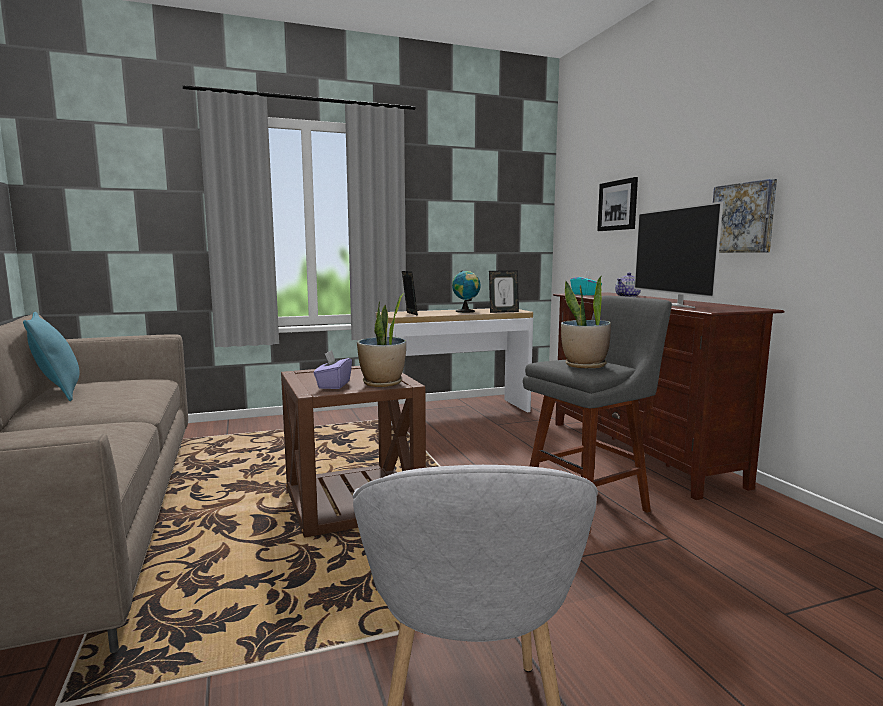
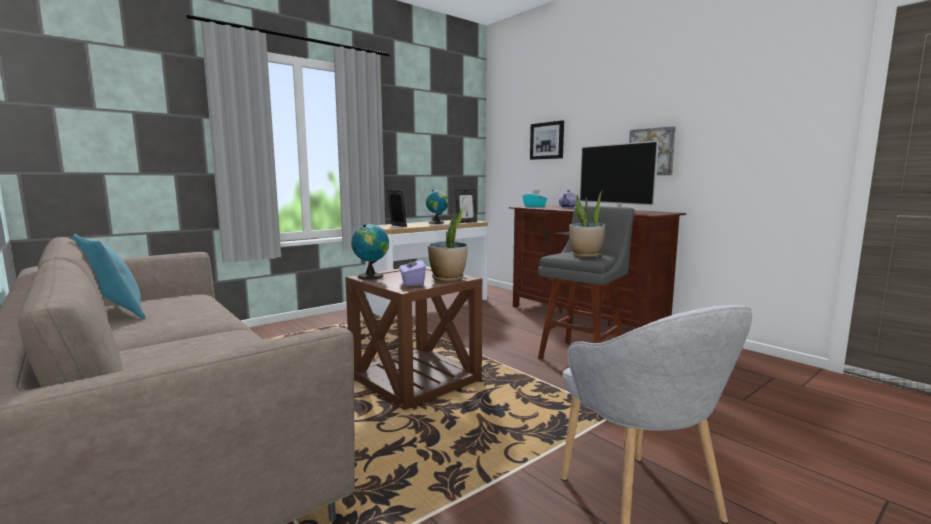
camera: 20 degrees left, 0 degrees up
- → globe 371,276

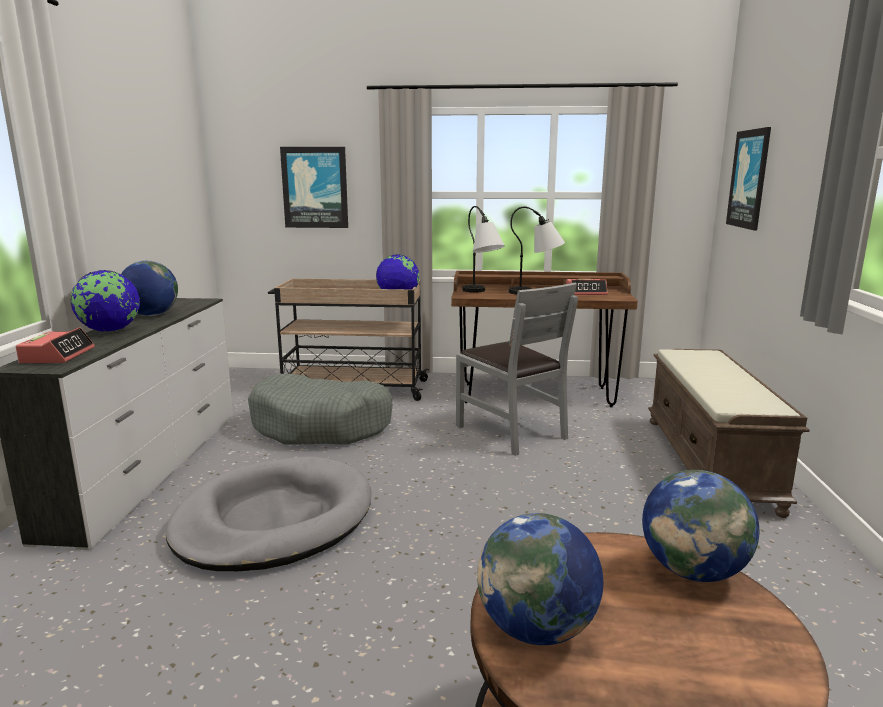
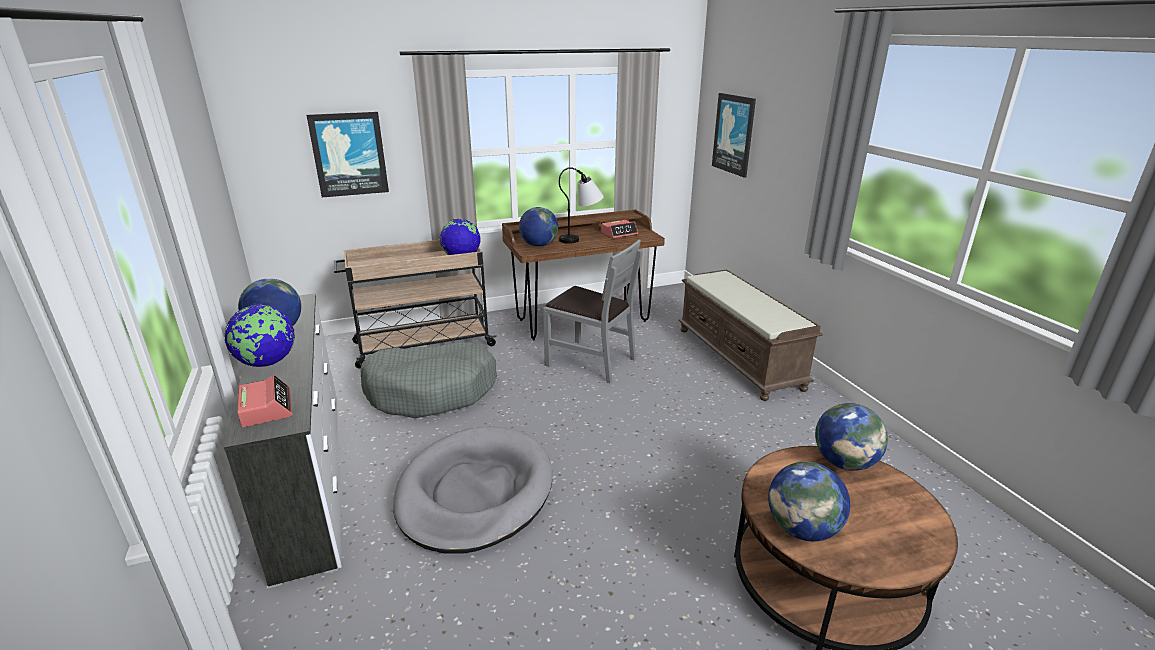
camera: 25 degrees left, 10 degrees up
tabletop lamp 481,293 → globe 539,245

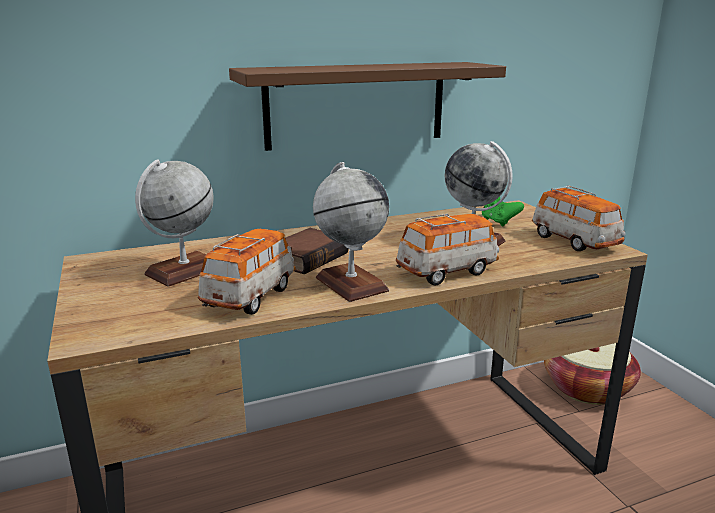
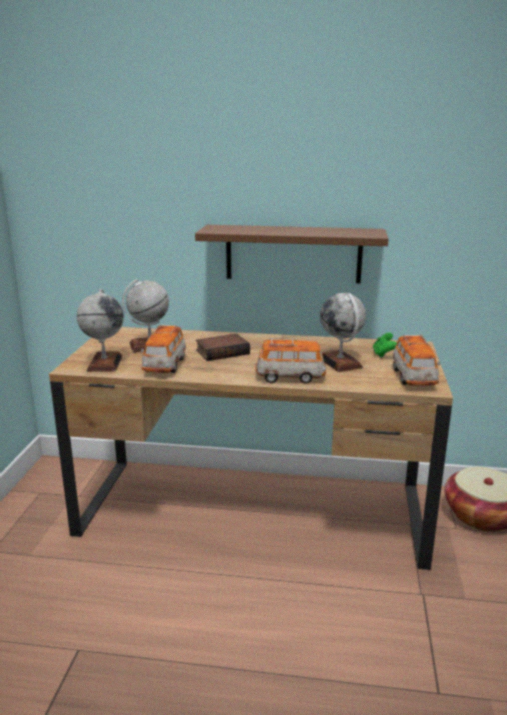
camera: 30 degrees right, 0 degrees up
globe 351,284 → globe 104,363, move
model car 250,296 → model car 165,366, 135 degrees clockwise

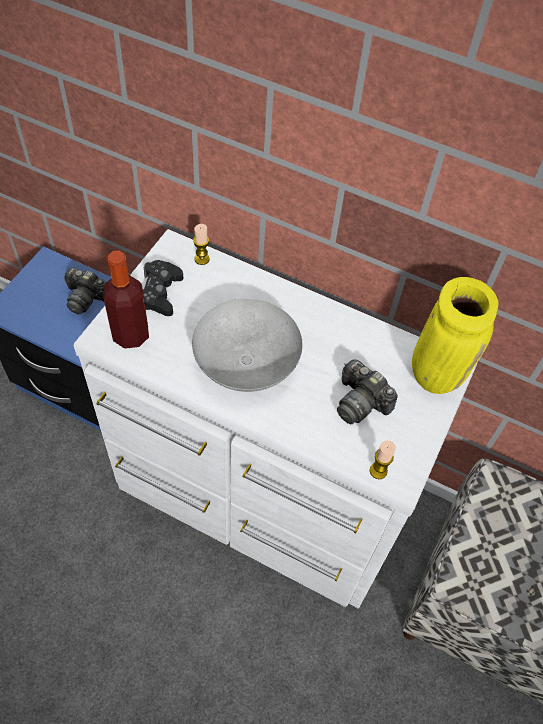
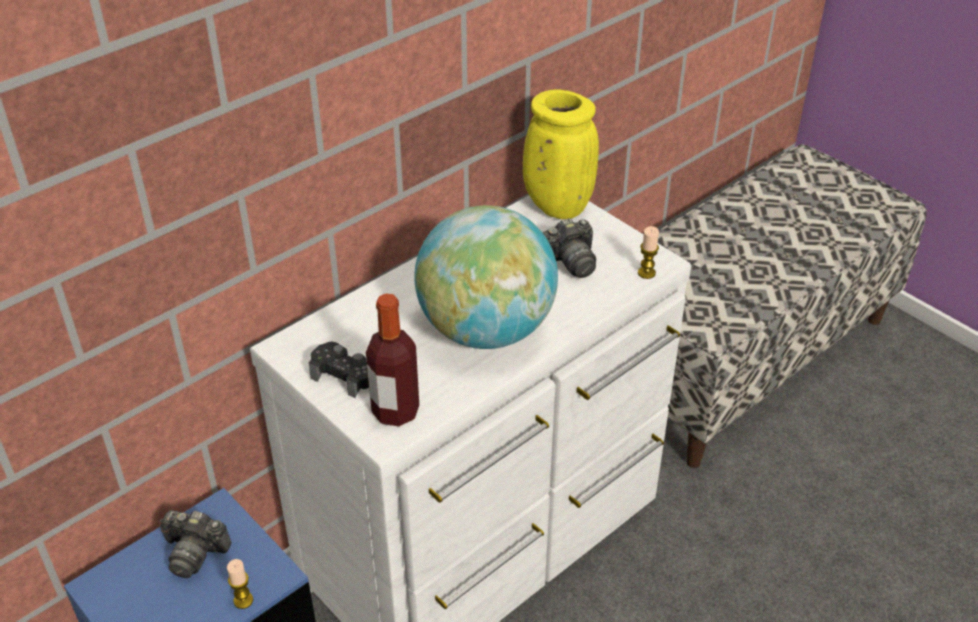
camera: 65 degrees left, 15 degrees down
wax light 202,259 → wax light 243,600, move
photo camera 86,298 → photo camera 194,552, 60 degrees clockwise
bowl (grey) 245,366 → globe 486,329

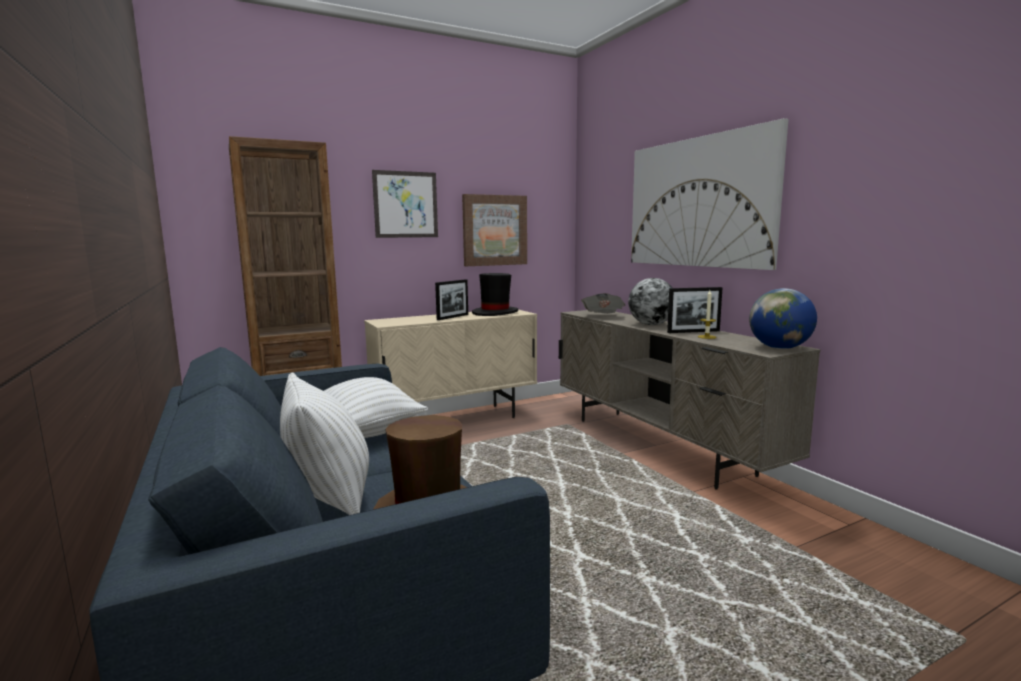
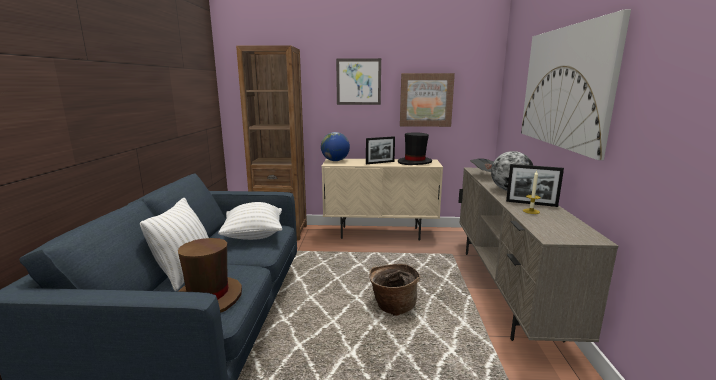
camera: 30 degrees right, 5 degrees up
globe 779,348 → globe 335,161, move
- → storage basket 393,306

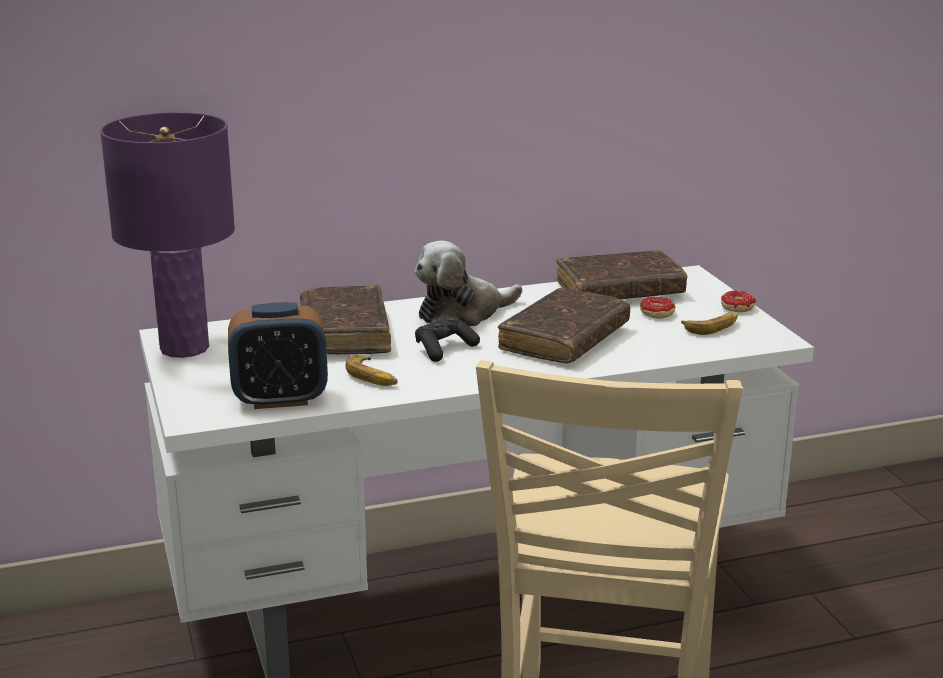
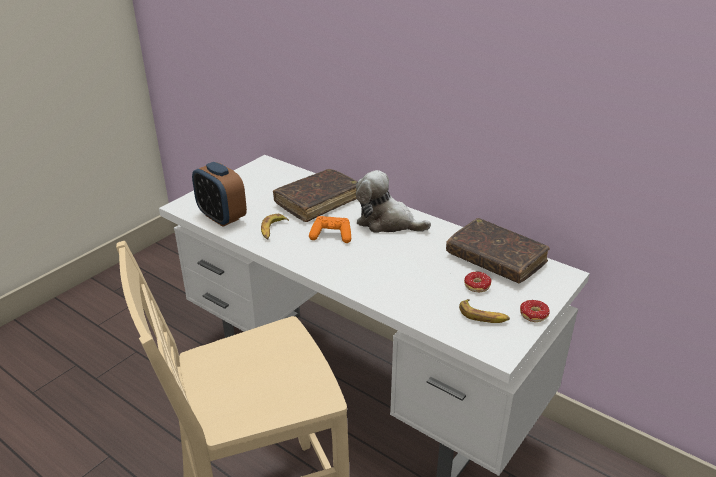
camera: 55 degrees right, 10 degrees up
tabletop lamp (purple-coloured) 185,348 → -
book (brownish) 564,339 → -
game controller (black-coloured) 444,349 → game controller (orange-coloured) 331,236

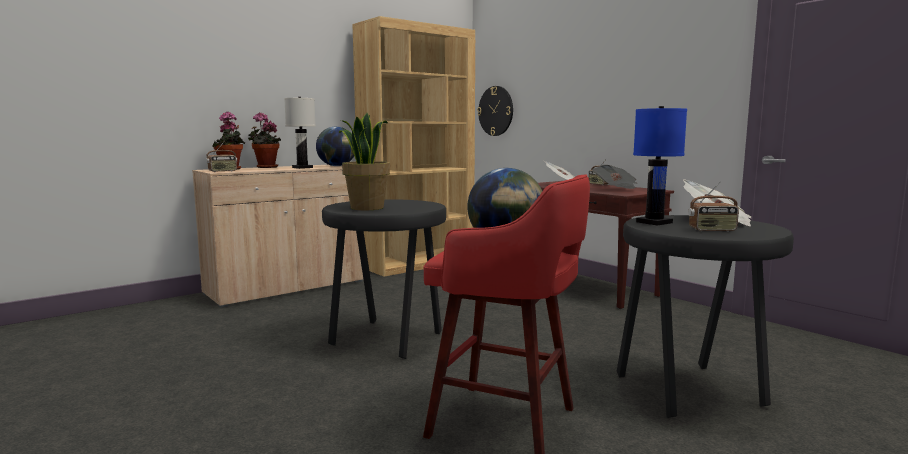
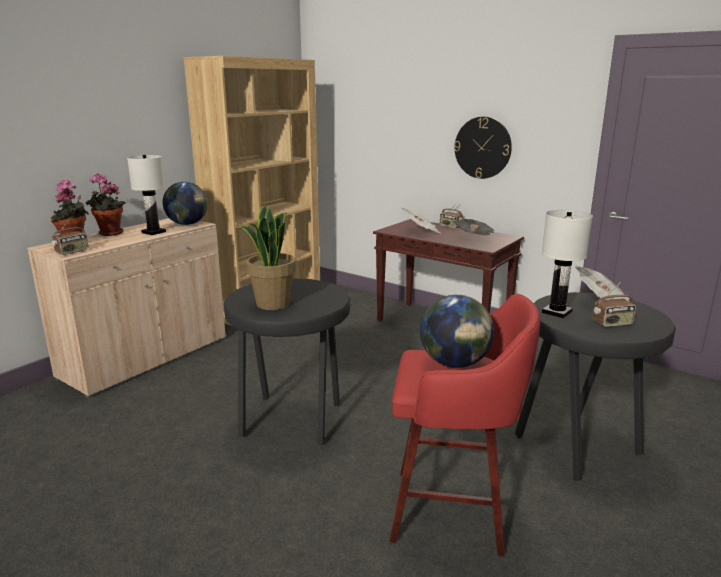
camera: 15 degrees left, 10 degrees up
clock on the wall 496,111 → clock on the wall 482,147, move
tabletop lamp (blue) 653,222 → tabletop lamp (white) 556,312

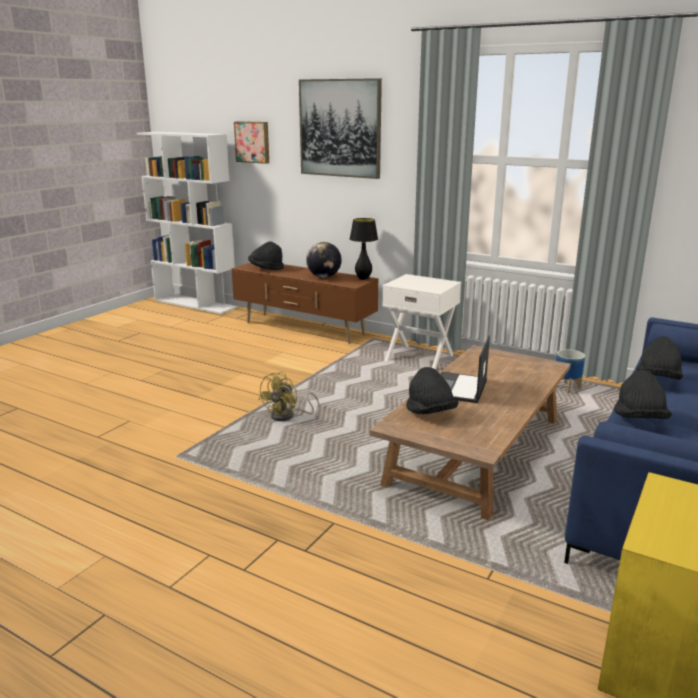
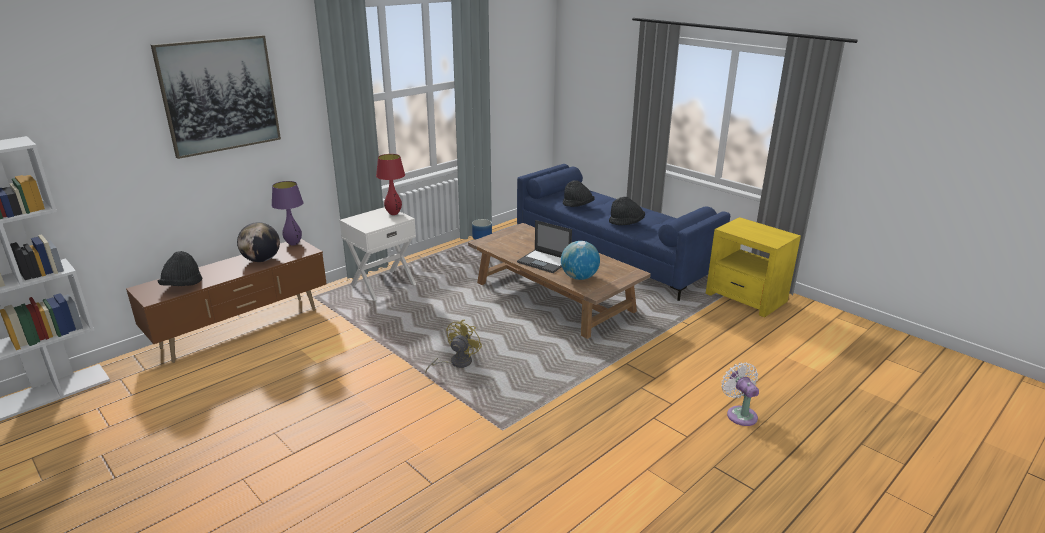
camera: 75 degrees left, 5 degrees up
wall picture 253,142 → -
tabletop lamp (black-coloured) 363,278 → tabletop lamp (purple-coloured) 293,243
wearable hat (black-coloured) 430,413 → globe 579,277
electric fan (yellowish) 287,416 → electric fan (yellowish) 456,363, 105 degrees counterclockwise
- → tabletop lamp (reddish) 393,213
- → electric fan (white) 740,414

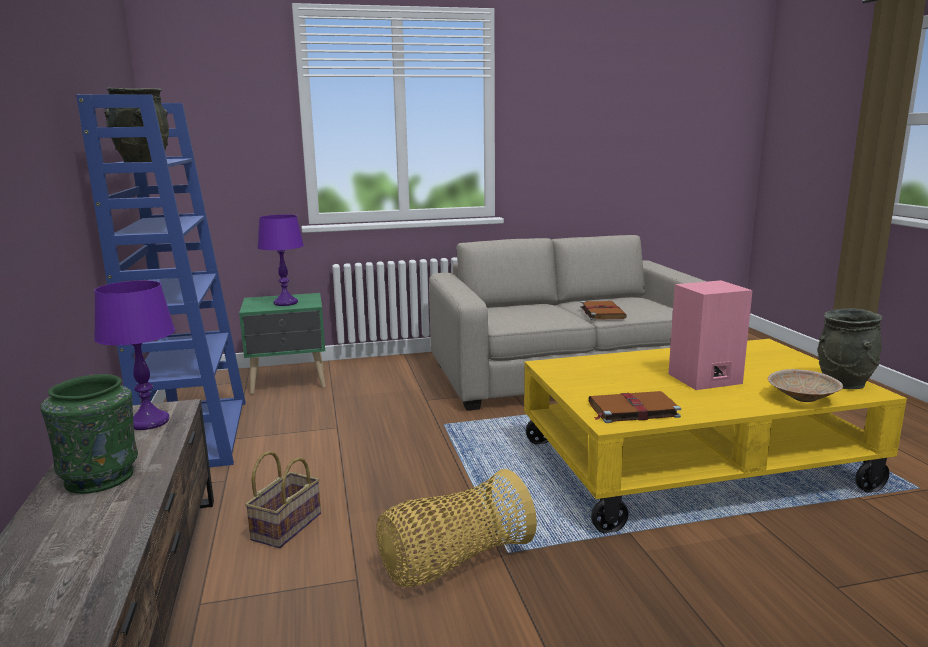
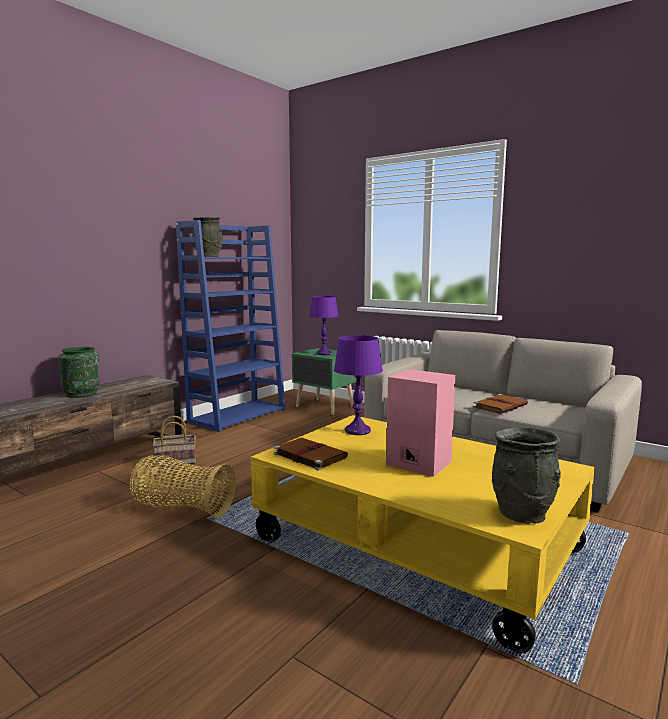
camera: 50 degrees right, 5 degrees down
tabletop lamp (purple-coloured) 149,422 → tabletop lamp (purple-coloured) 357,431, move
bowl (sand-coloured) 801,399 → -

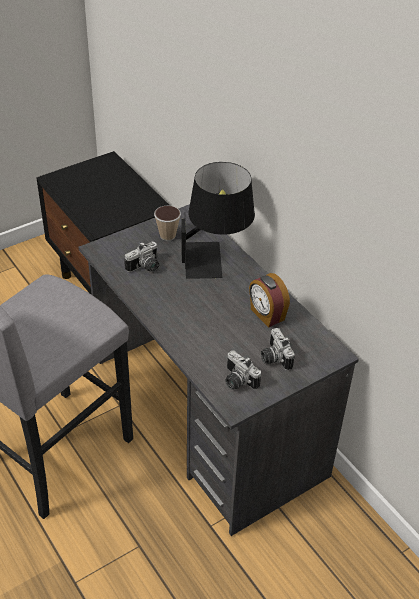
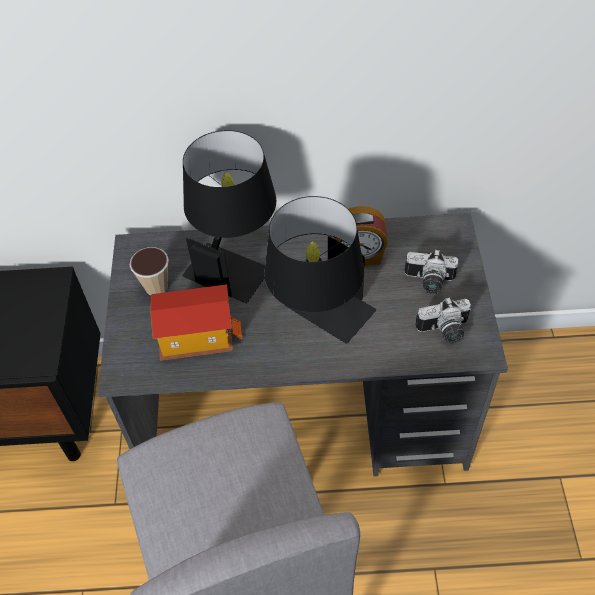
camera: 55 degrees left, 10 degrees up
photo camera 145,267 → toy house 197,336
- → tabletop lamp (black-coloured) 319,319

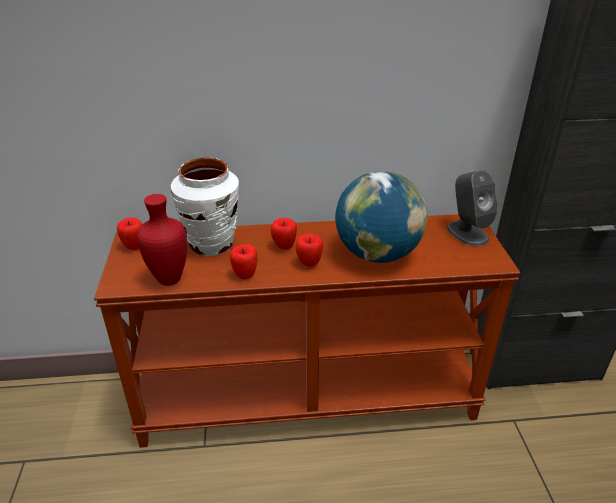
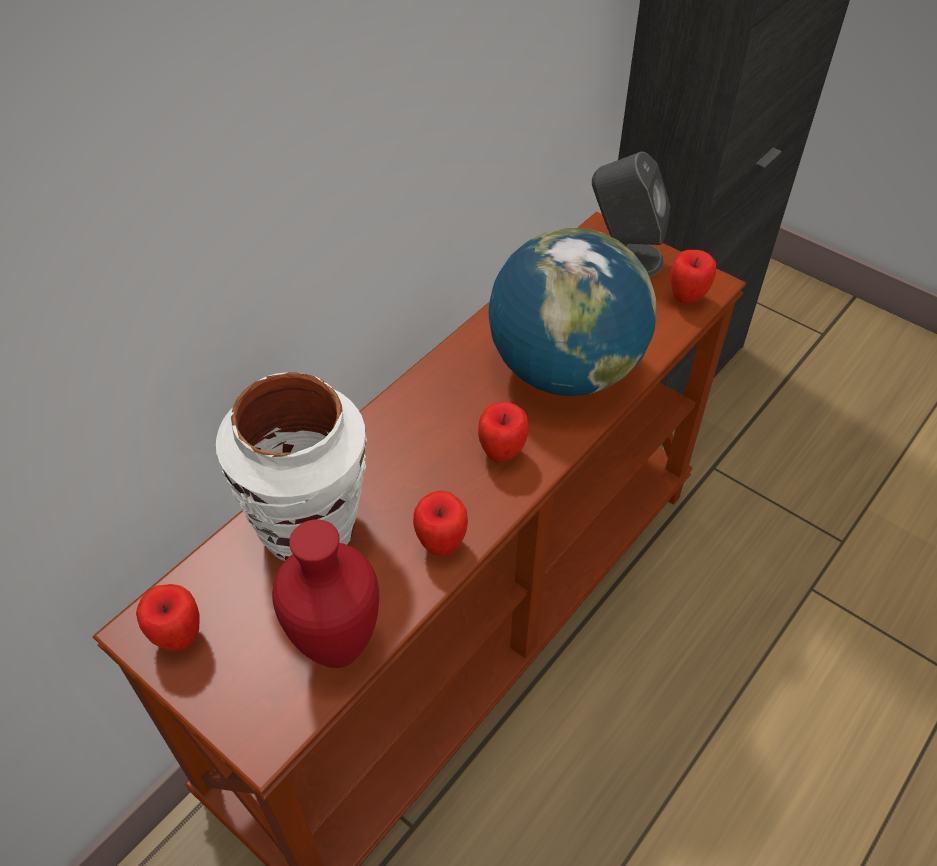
camera: 45 degrees left, 15 degrees up
whole apple 284,247 → whole apple 686,298, move

